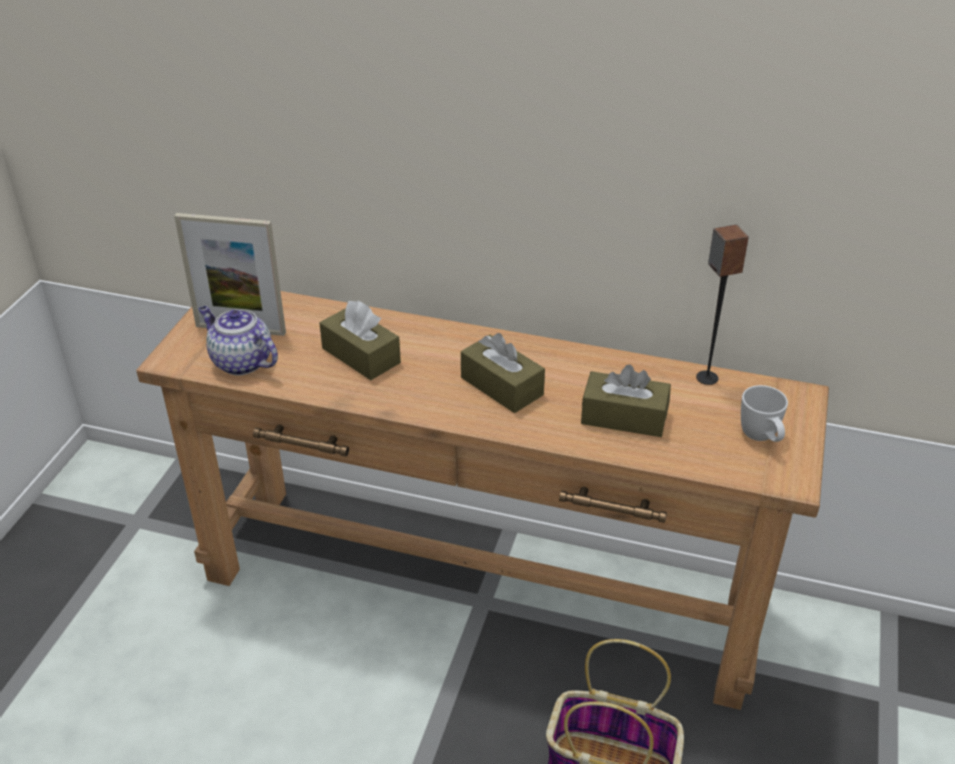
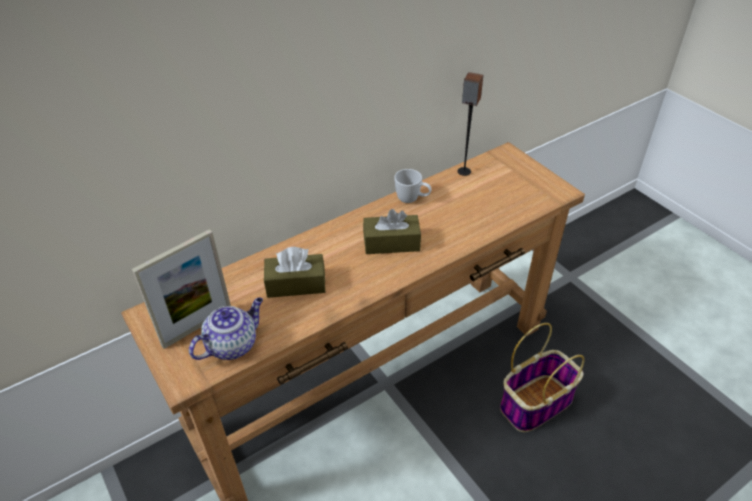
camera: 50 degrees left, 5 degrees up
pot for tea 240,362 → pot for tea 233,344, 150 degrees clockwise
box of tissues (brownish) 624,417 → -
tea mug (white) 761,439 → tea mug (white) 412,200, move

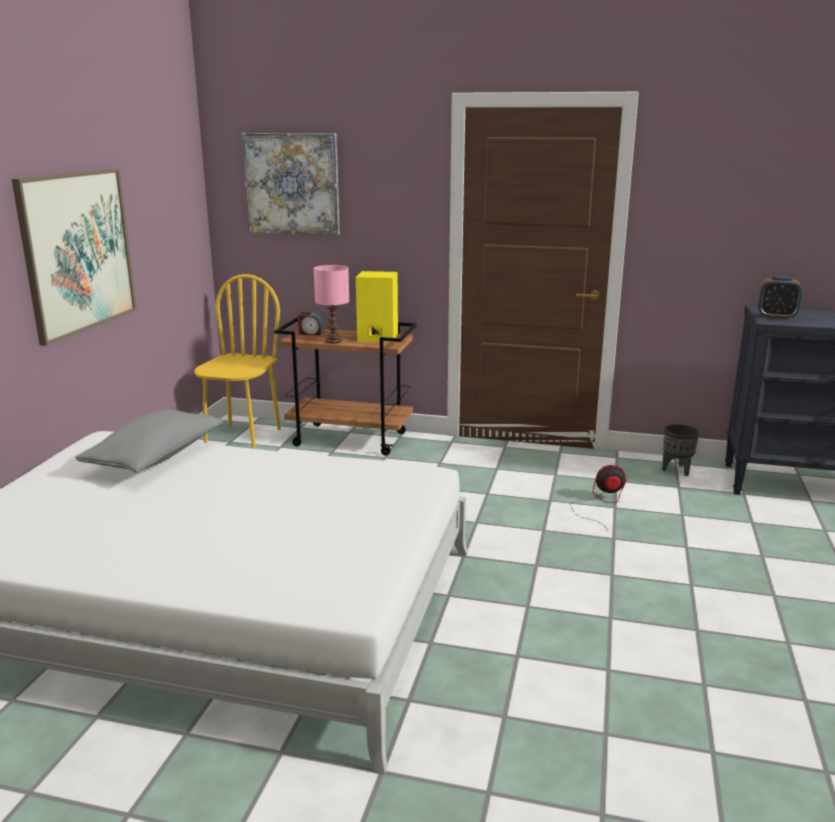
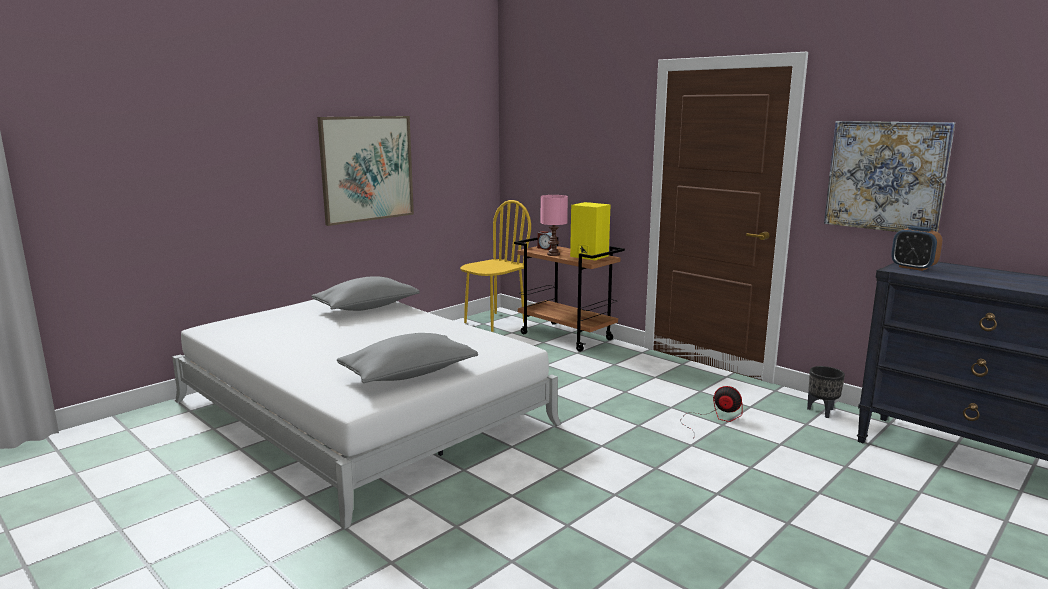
camera: 30 degrees right, 5 degrees down
wall picture 292,184 → wall picture 886,176, move
- → pillow (grey) 409,374

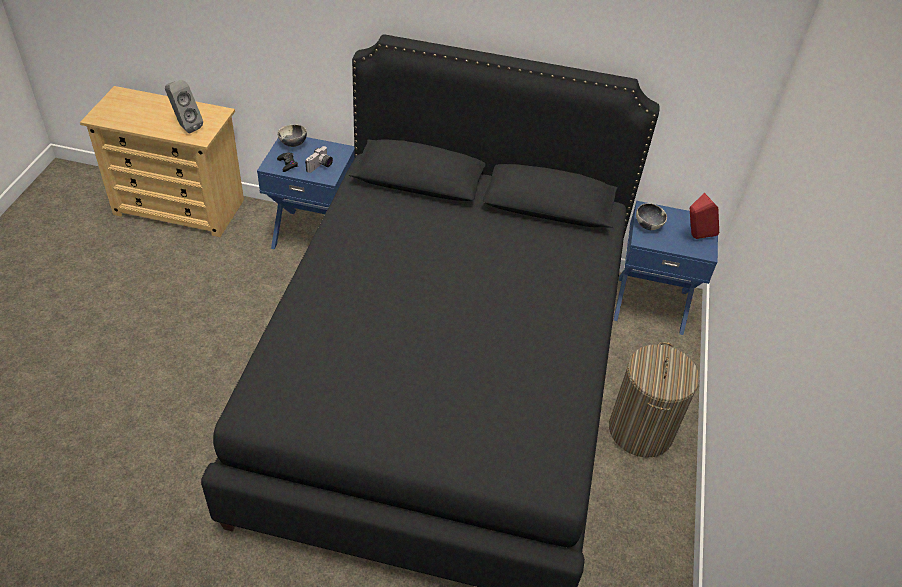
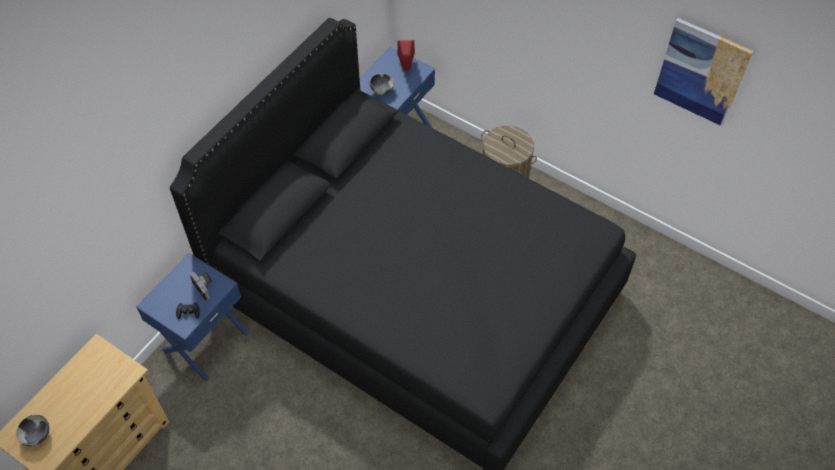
camera: 65 degrees left, 10 degrees up
speaker (grey) 185,126 → -
bowl 293,144 → bowl 37,435, move
- → wall picture 701,72

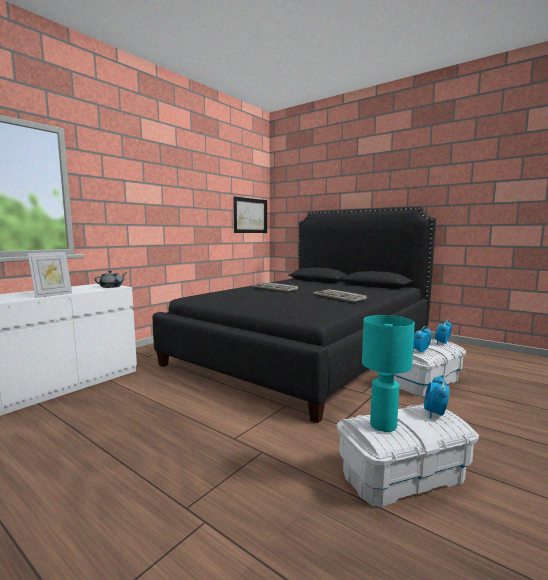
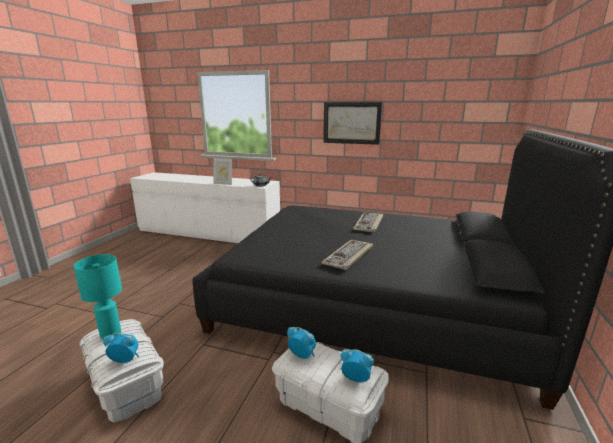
camera: 70 degrees right, 10 degrees up
wall picture 250,215 → wall picture 351,123, move

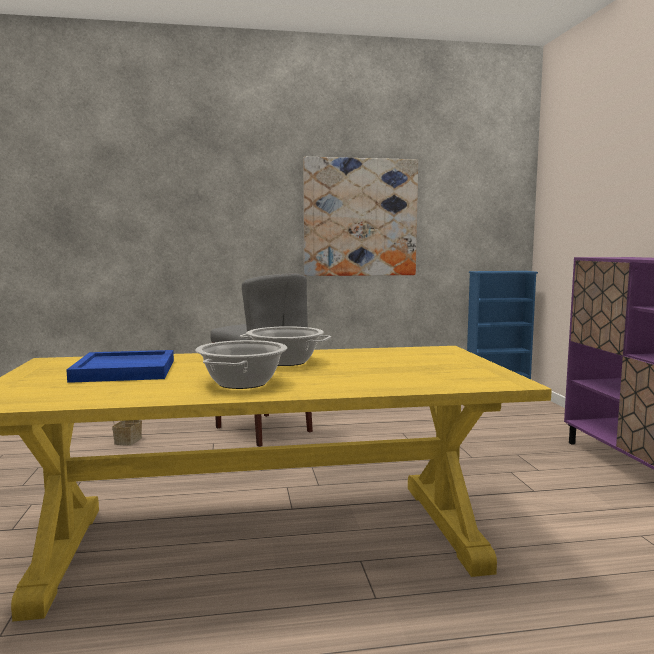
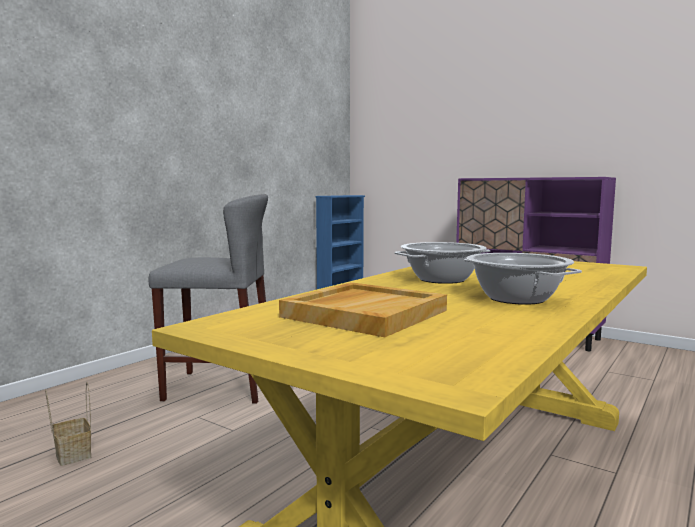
camera: 45 degrees left, 0 degrees up
wall picture 360,217 → -
tray (blue) 126,370 → tray (sand-coloured) 364,313

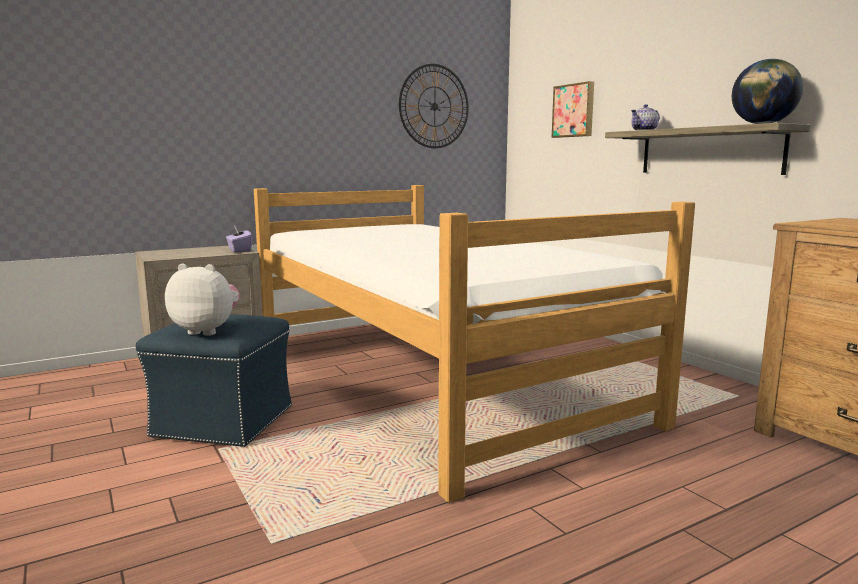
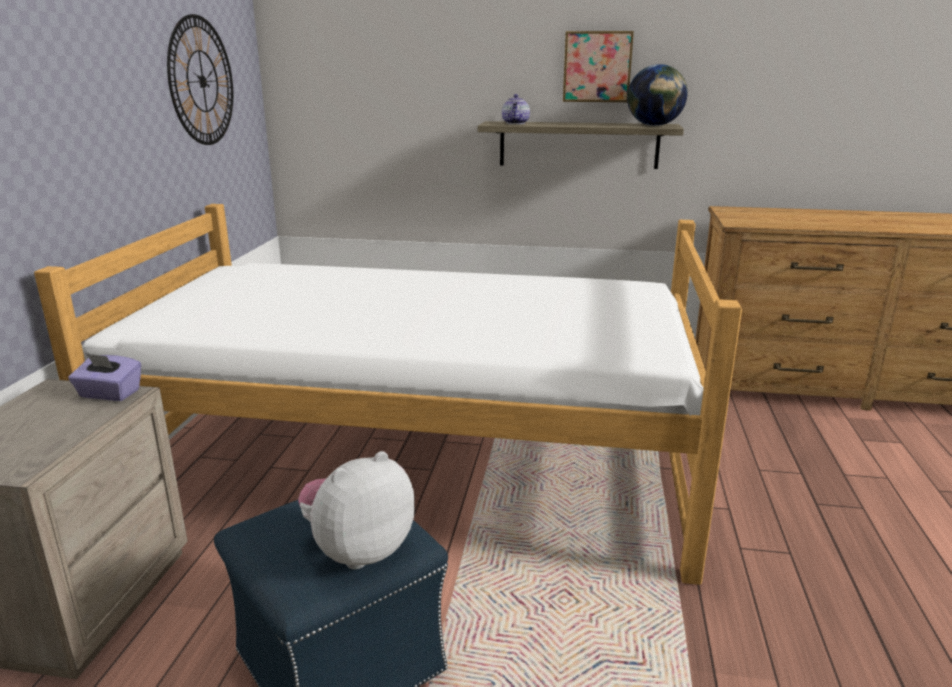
camera: 50 degrees left, 10 degrees up
wall picture 574,110 → wall picture 597,67, move

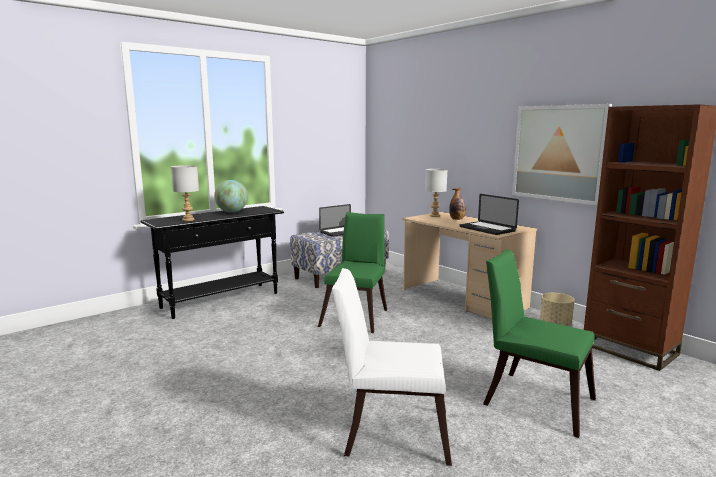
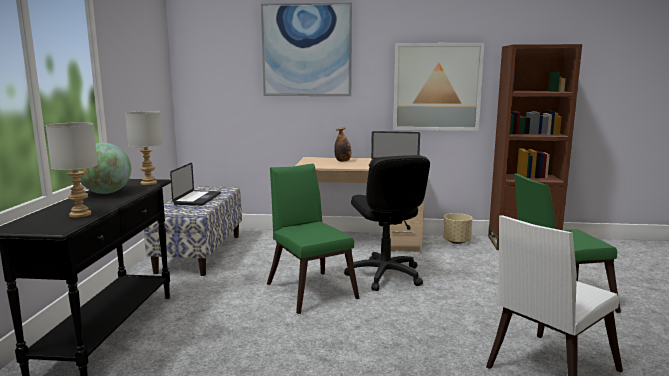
camera: 45 degrees left, 0 degrees up
tabletop lamp (grey) 434,216 → tabletop lamp (grey) 148,183, move
- → wall picture 307,50
- → computer chair (black-coloured) 385,275

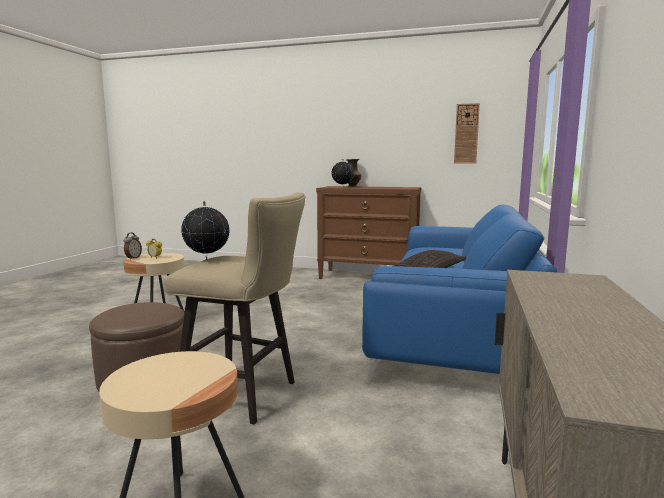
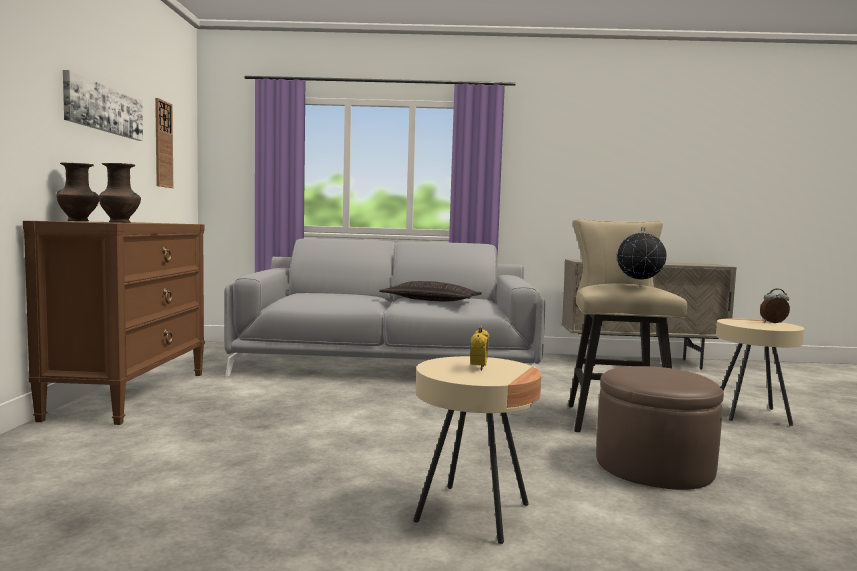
camera: 105 degrees left, 5 degrees down
globe 342,187 → vase (brownish) 121,222
couch (blue) 454,330 → couch (grey) 389,365
table clock 133,258 → table clock 774,323, move
- → wall picture 104,109

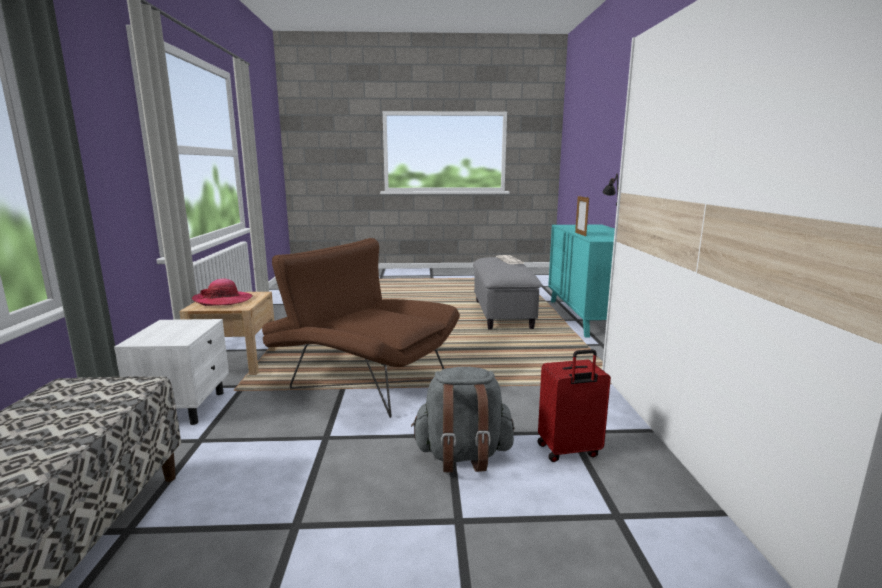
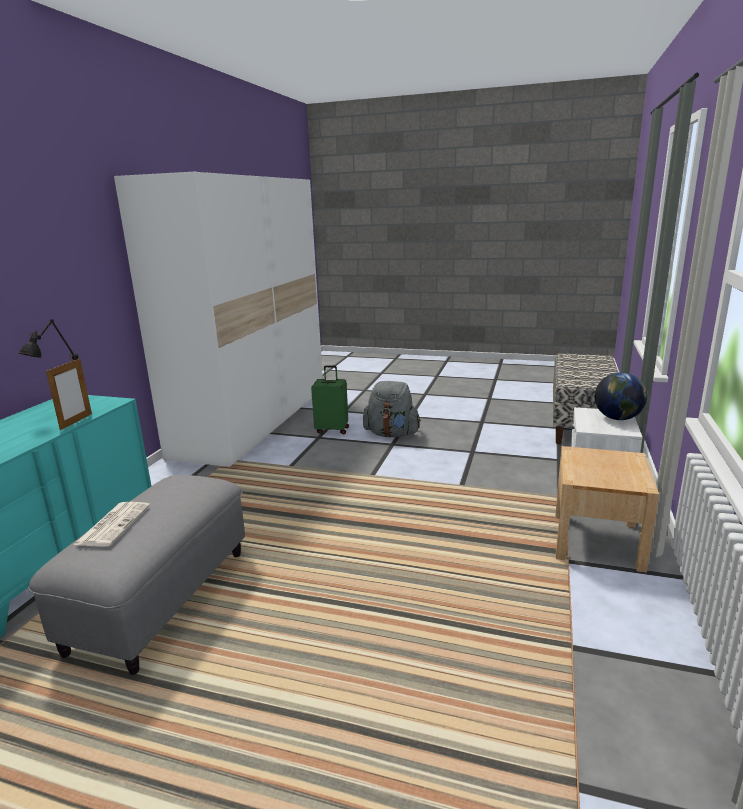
camera: 160 degrees left, 5 degrees up
easy chair (brownish) 362,380 → -
wearable hat 223,300 → -
travel case (reddish) 569,451 → travel case (greenish) 332,430
- → globe 618,418

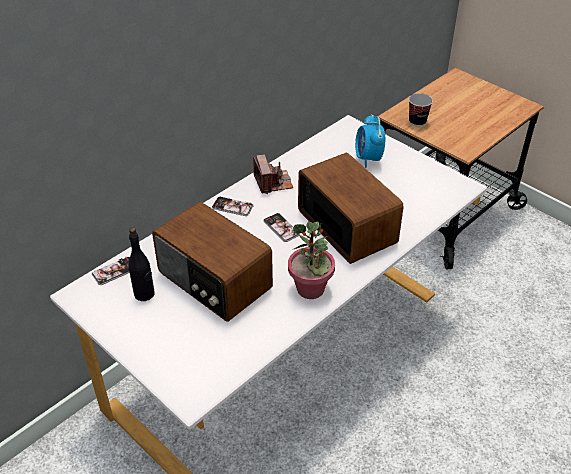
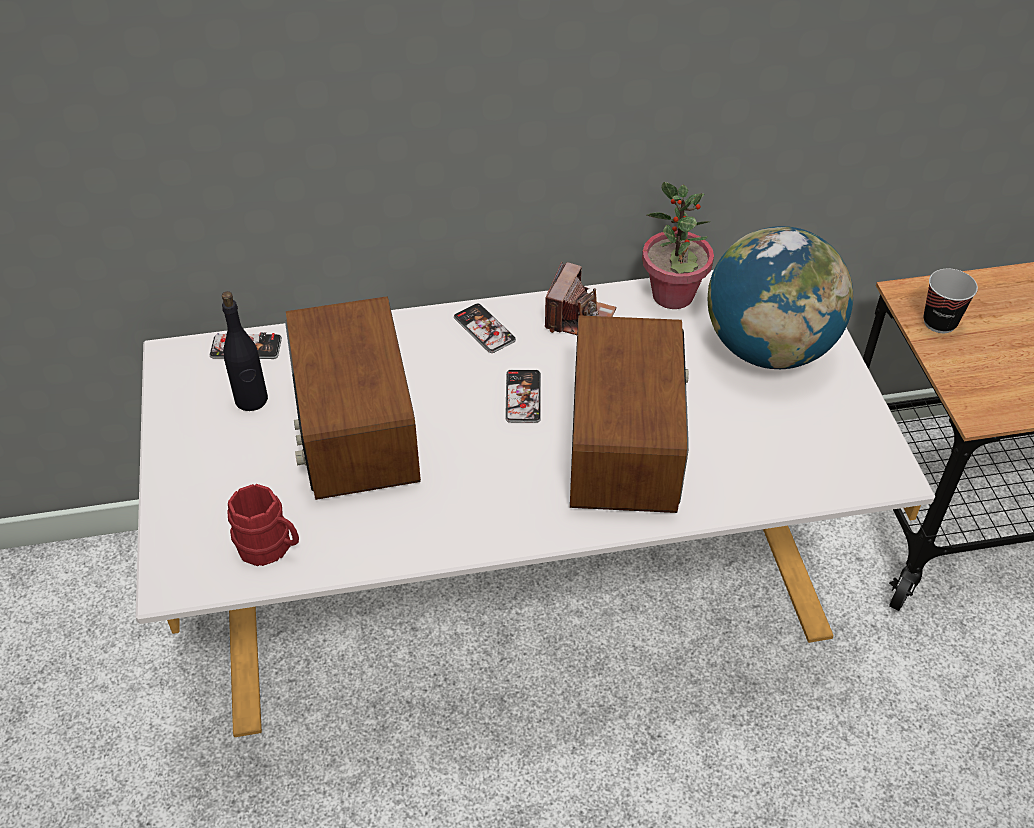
camera: 35 degrees right, 5 degrees up
table clock 368,159 → globe 768,348
houseplant 310,289 → houseplant 673,295, move
- → tea mug (reddish) 270,547

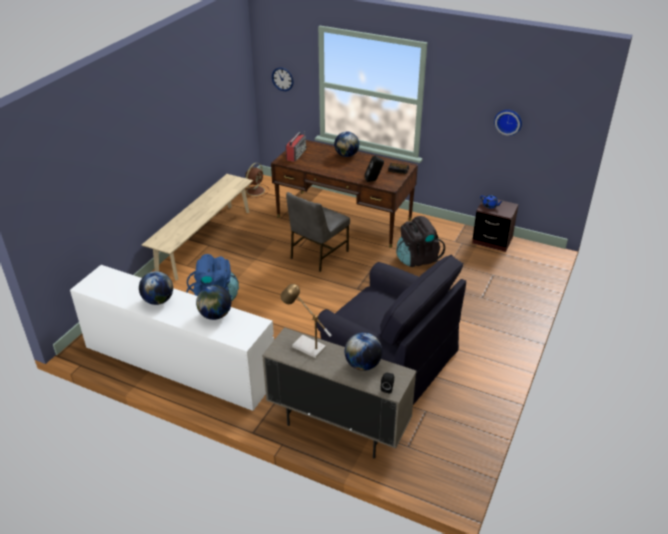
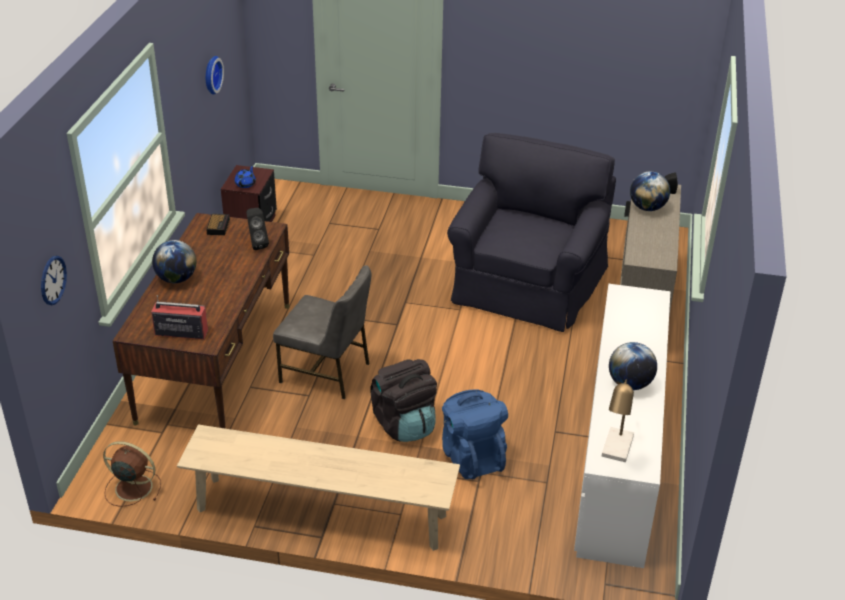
camera: 105 degrees left, 0 degrees up
backpack (black-coloured) 417,259 → backpack (black-coloured) 404,424, move
tabletop lamp 305,346 → tabletop lamp 617,450, move
globe 215,315 → -

